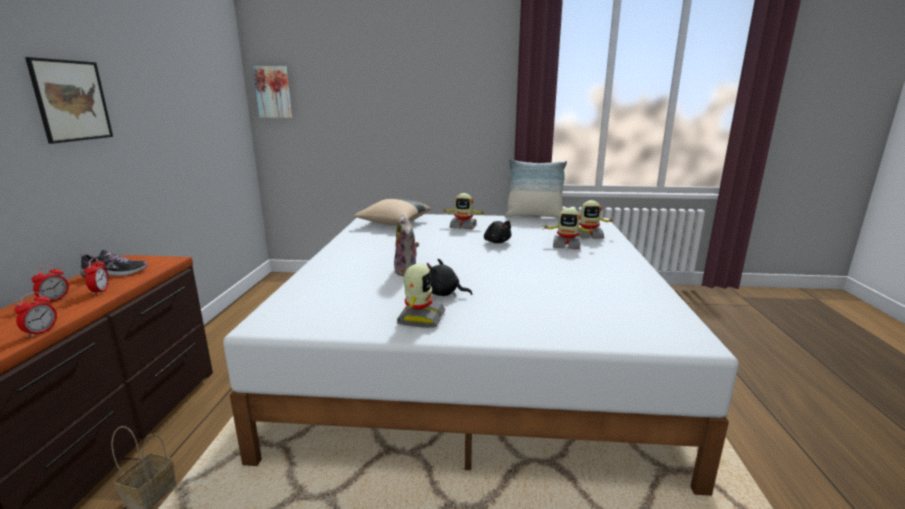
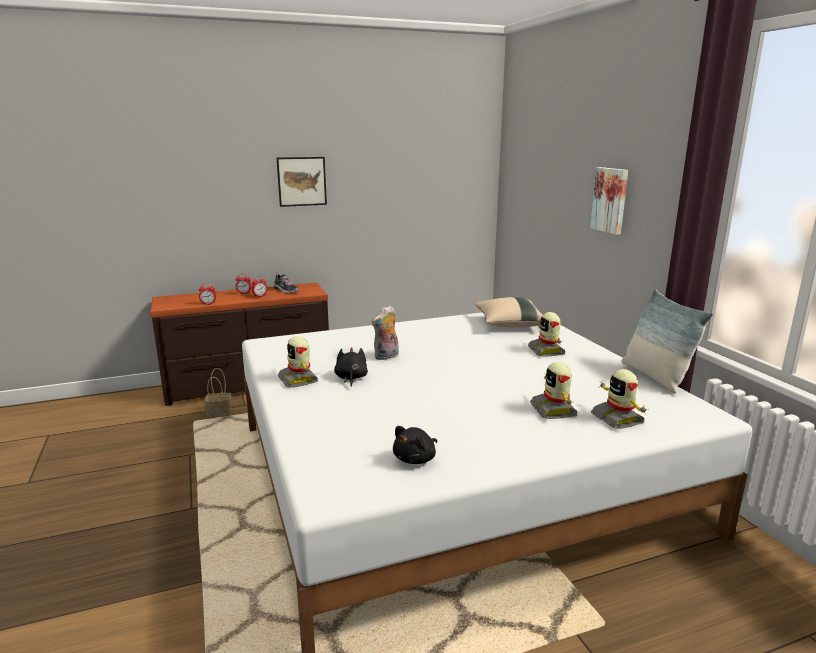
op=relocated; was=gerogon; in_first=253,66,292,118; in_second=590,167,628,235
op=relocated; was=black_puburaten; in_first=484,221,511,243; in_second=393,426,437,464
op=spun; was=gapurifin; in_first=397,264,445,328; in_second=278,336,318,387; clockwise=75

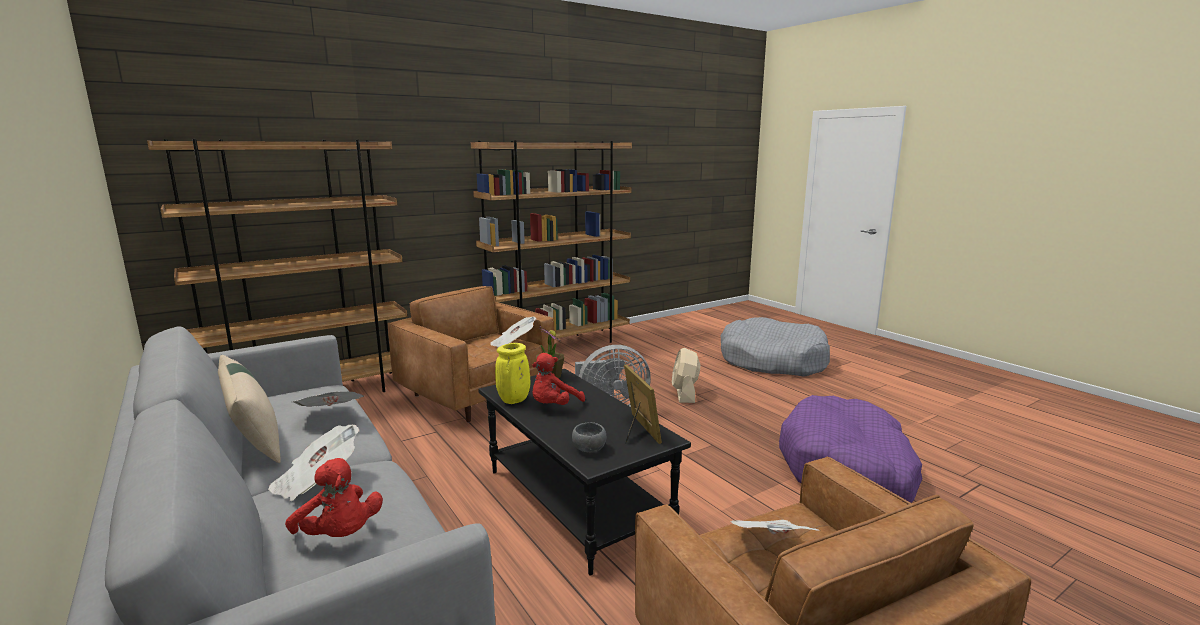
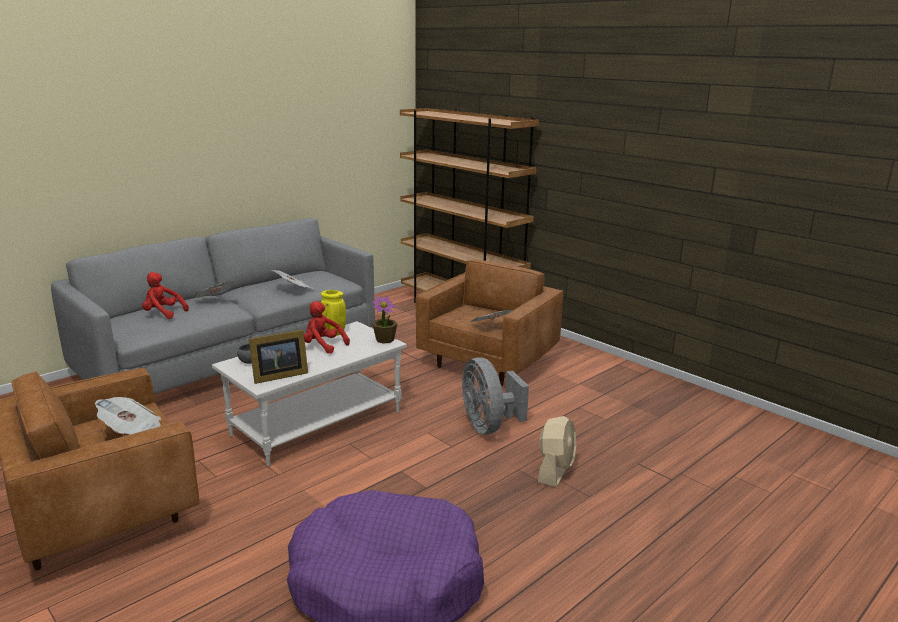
op=missing; was=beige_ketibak; in_first=218,355,281,463
op=missing; was=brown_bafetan; in_first=471,140,632,343
op=missing; was=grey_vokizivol; in_first=721,317,830,377
op=colour; was=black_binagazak; now=white_binagazak; in_first=478,369,691,576; in_second=212,321,407,467
op=spun; was=red_puburaten; in_first=285,458,383,537; in_second=142,272,189,319; clockwise=75
op=spun; was=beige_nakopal; in_first=672,348,700,403; in_second=538,416,576,487; clockwise=120

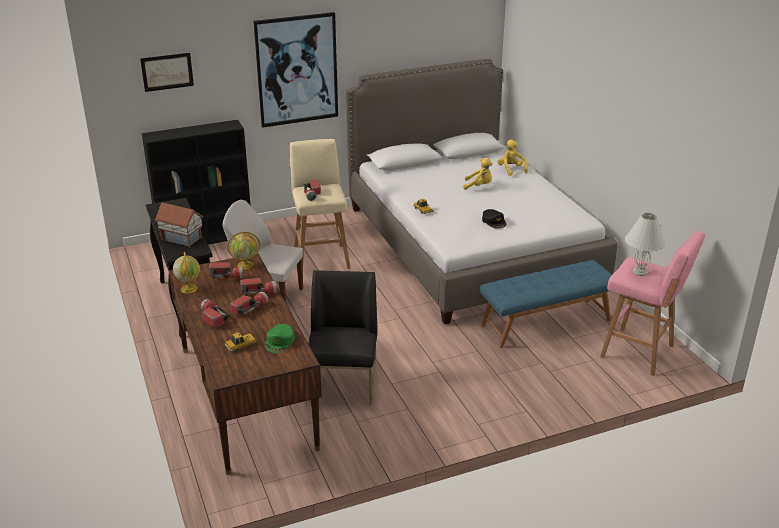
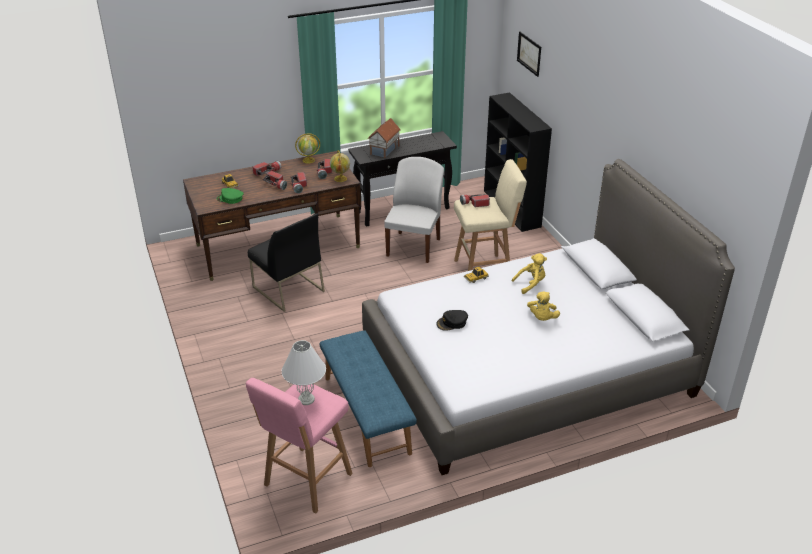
op=missing; was=gerogon; in_first=254,12,338,128
op=relocated; was=yellow_puburaten; in_first=497,140,528,176; in_second=512,253,547,294
op=spun; was=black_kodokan; in_first=308,270,378,404; in_second=248,214,325,312; clockwise=45

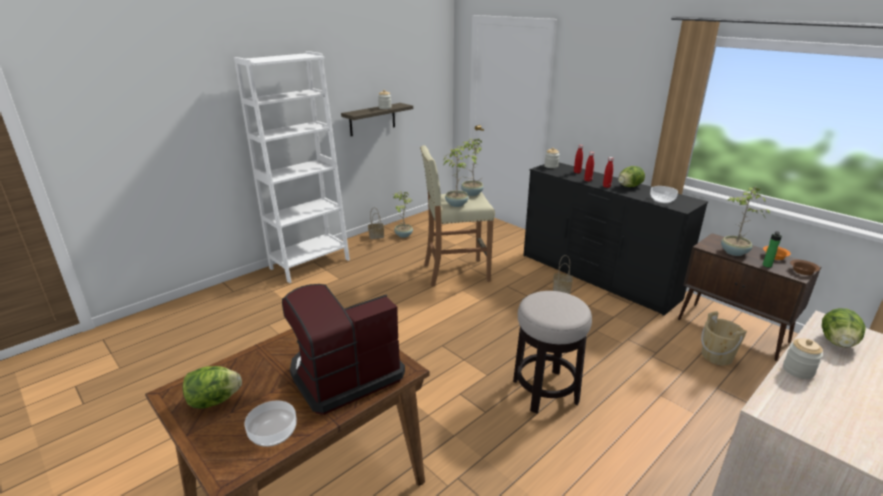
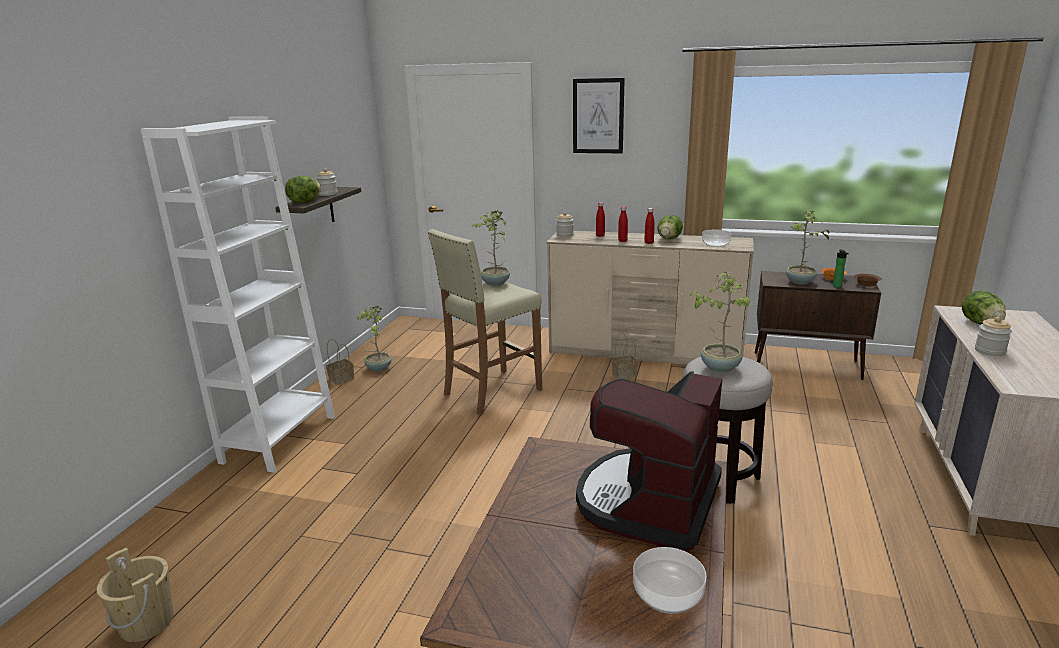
op=appeared; now=gerogon; in_second=573,78,625,153
op=relocated; was=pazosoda; in_first=183,366,242,409; in_second=285,176,321,203
op=relocated; was=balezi; in_first=442,146,474,207; in_second=690,272,752,373
op=relocated; was=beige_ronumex; in_first=701,311,747,365; in_second=96,548,174,642
op=colour; was=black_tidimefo; now=beige_tidimefo; in_first=523,162,708,316; in_second=547,231,754,365

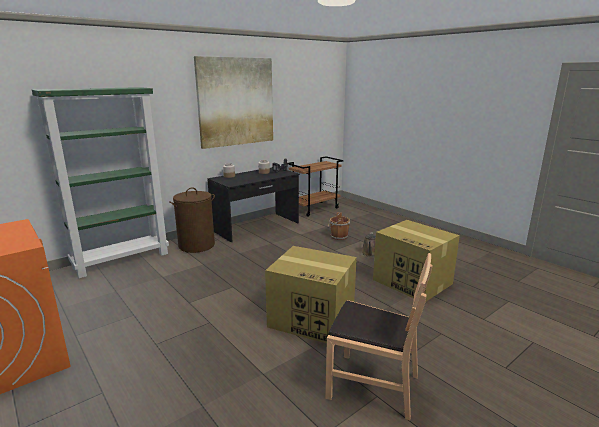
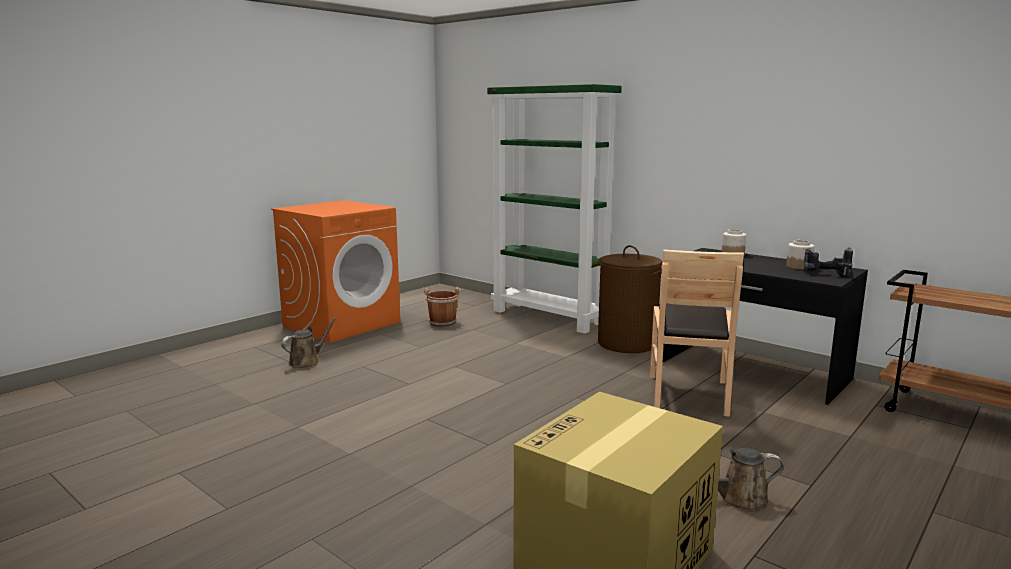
op=missing; was=gerogon; in_first=194,56,273,149
op=missing; was=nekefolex; in_first=265,246,357,343
op=appeared; now=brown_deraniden; in_second=281,317,337,368
op=relocated; was=brown_kodokan; in_first=325,253,432,421; in_second=650,249,744,417
op=relocated; was=brown_ronumex; in_first=328,212,350,240; in_second=424,287,459,327

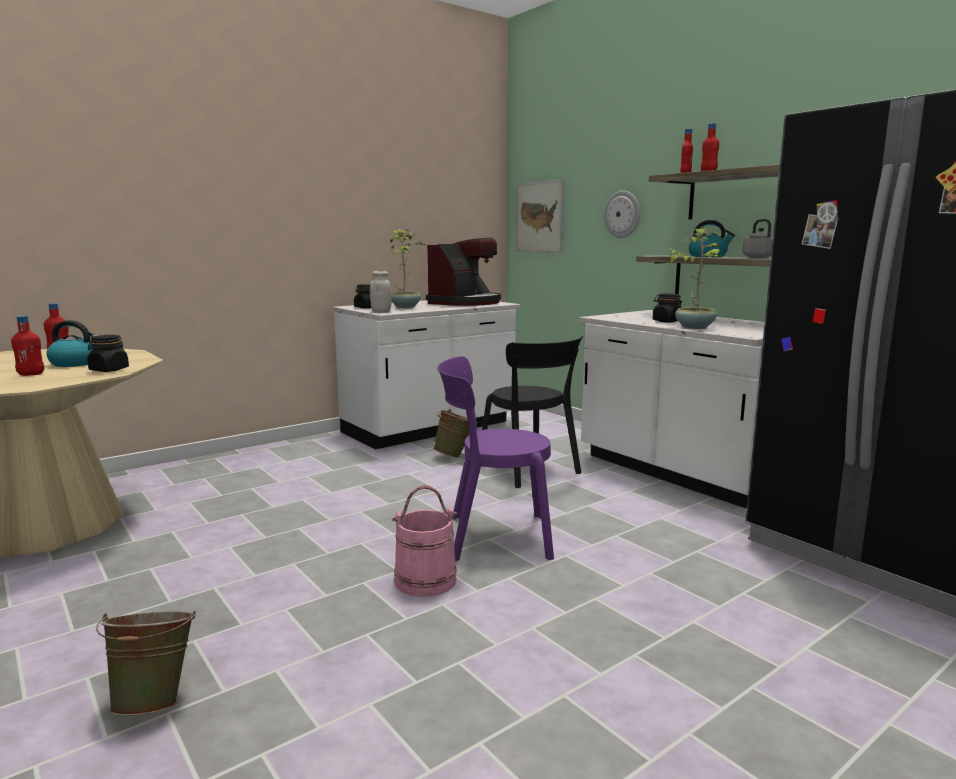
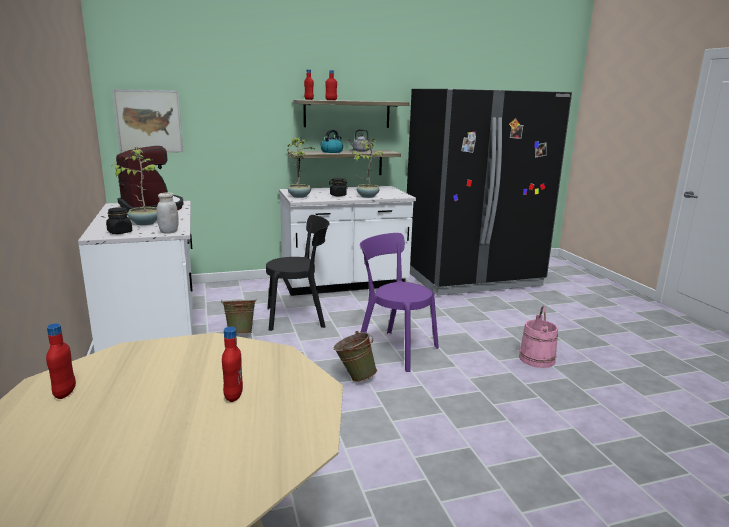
op=missing; was=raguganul; in_first=46,320,98,367
op=missing; was=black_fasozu; in_first=87,335,129,372
op=missing; was=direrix; in_first=604,190,640,238
op=appeared; now=balezi; in_second=287,137,314,198
op=relocated; was=green_ronumex; in_first=96,611,196,716; in_second=334,331,377,382
op=relocated; was=pink_ronumex; in_first=391,485,457,597; in_second=519,306,558,368
op=spun; was=purple_kodokan; in_first=437,356,554,561; in_second=360,233,439,372; clockwise=105

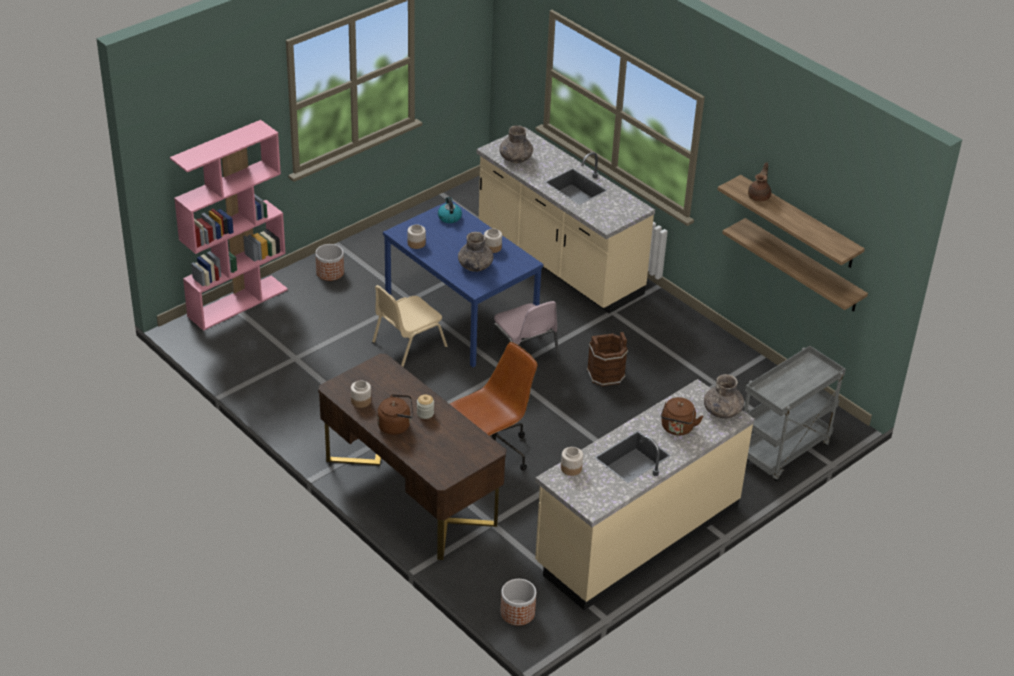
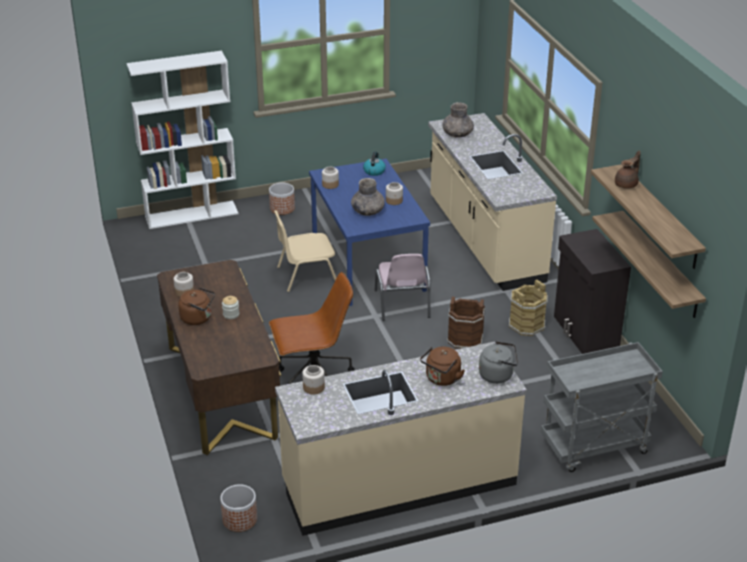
op=appeared; now=brown_ronumex; in_second=509,280,548,336
op=appeared; now=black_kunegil; in_second=554,229,631,354
op=exchanged; was=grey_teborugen; now=grey_raguganul; in_first=704,374,744,419; in_second=479,341,518,384
op=colour; was=pink_bafetan; now=white_bafetan; in_first=170,120,288,331; in_second=127,51,238,229

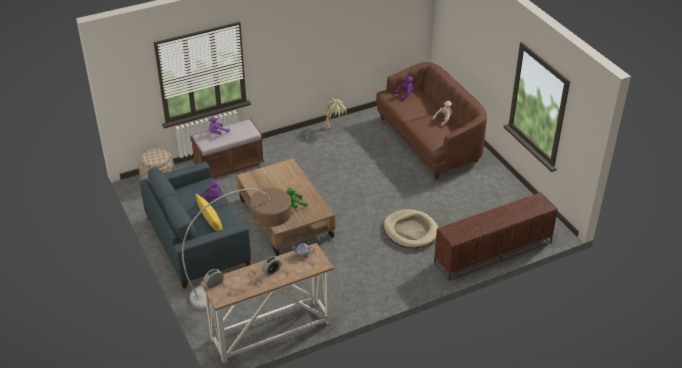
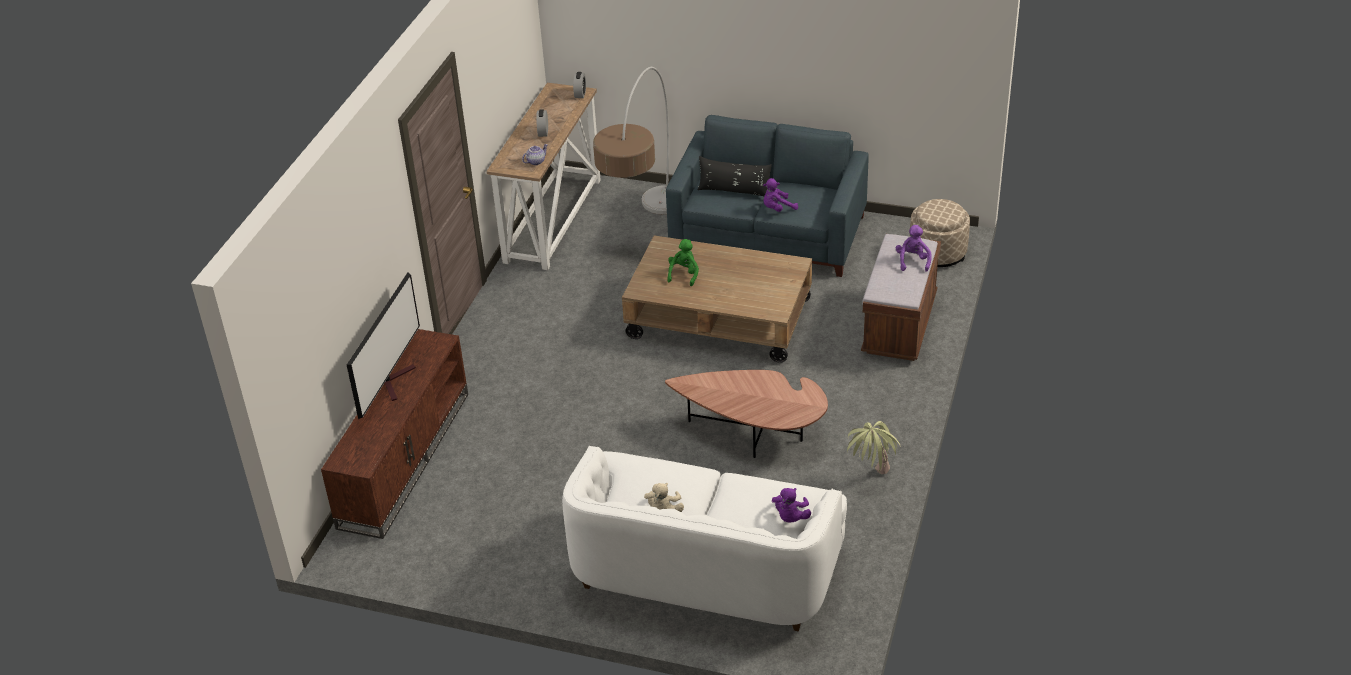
op=missing; was=beige_vokizivol; in_first=383,209,438,248
op=appeared; now=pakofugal; in_second=347,272,420,419
op=appeared; now=brown_binagazak; in_second=665,370,828,458
op=colour; was=yellow_ketibak; now=black_ketibak; in_first=196,194,223,231; in_second=697,156,772,196
op=colour; was=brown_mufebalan; now=white_mufebalan; in_first=376,62,487,180; in_second=562,446,847,632

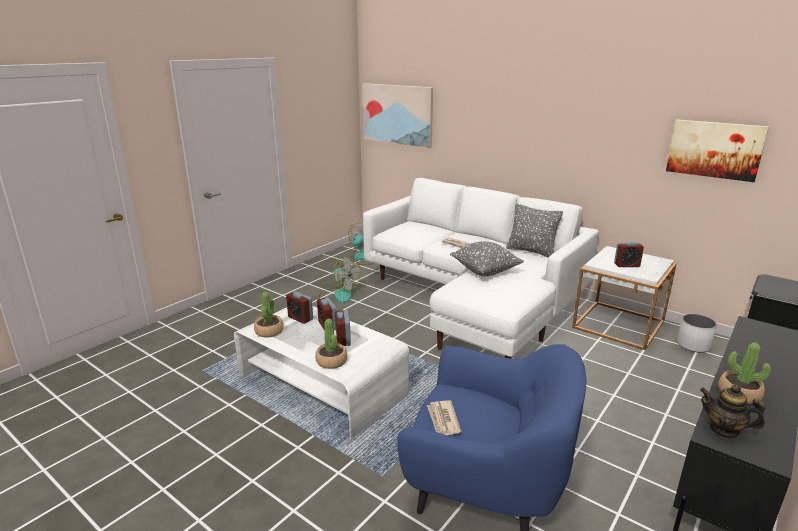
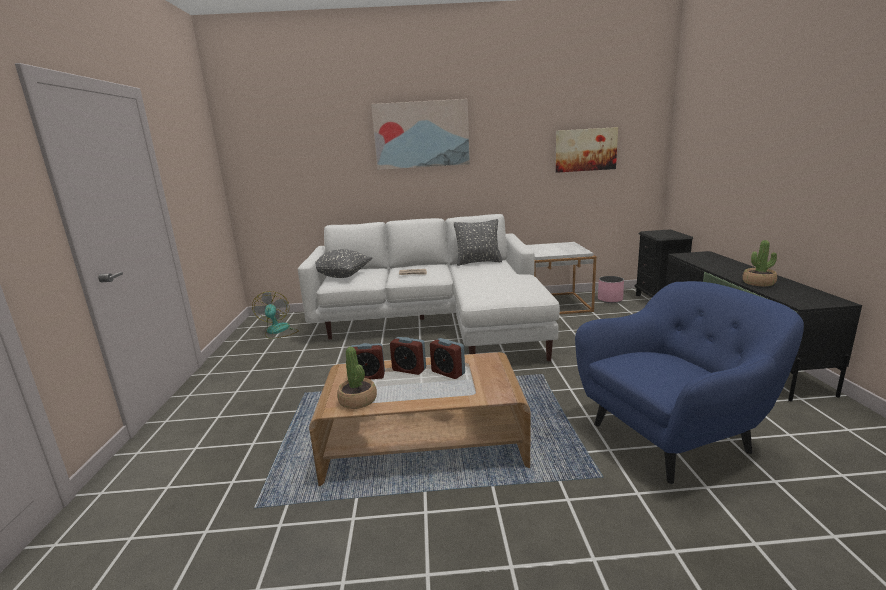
op=missing; was=balezi; in_first=315,319,348,369
op=missing; was=nakopal; in_first=319,256,361,303
op=missing; was=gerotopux; in_first=427,400,461,435
op=missing; was=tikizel; in_first=614,242,644,267
op=missing; was=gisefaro; in_first=700,385,765,439
op=relocated; was=gerogon; in_first=362,83,433,148; in_second=371,99,470,170
op=relocated; was=grey_ketibak; in_first=450,242,524,276; in_second=315,249,372,278
op=colour; was=white_binagazak; now=brown_binagazak; in_first=234,306,409,440; in_second=309,352,530,486
op=colour; was=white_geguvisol; now=pink_geguvisol; in_first=677,314,717,353; in_second=598,276,624,303

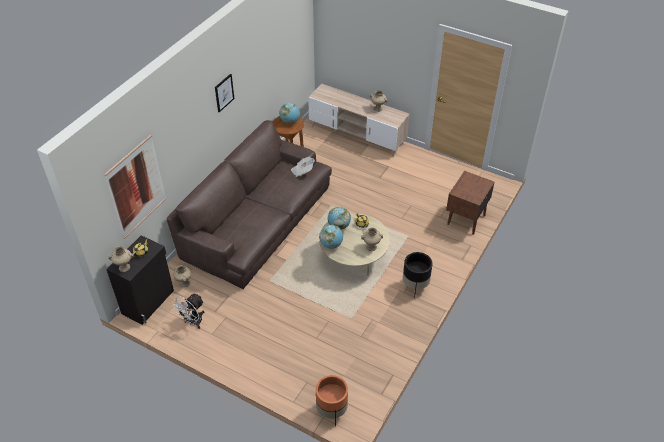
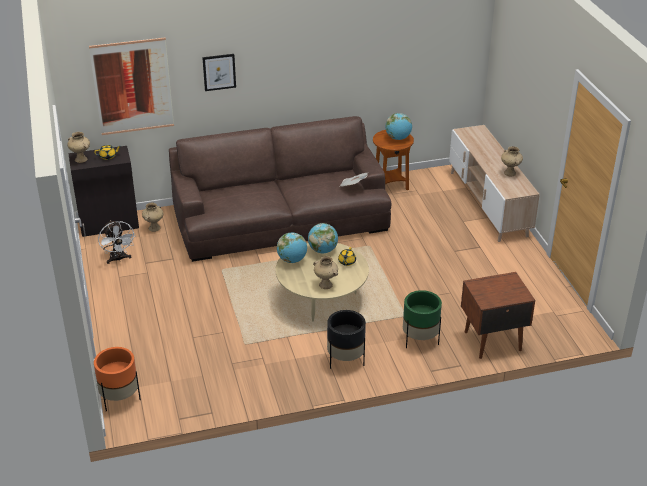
op=appeared; now=green_geguvisol; in_second=403,290,442,348
op=relocated; was=gerogon; in_first=215,74,234,112; in_second=202,54,236,91
op=spun; was=white_nakopal; in_first=172,294,205,329; in_second=98,220,135,264; clockwise=-105

